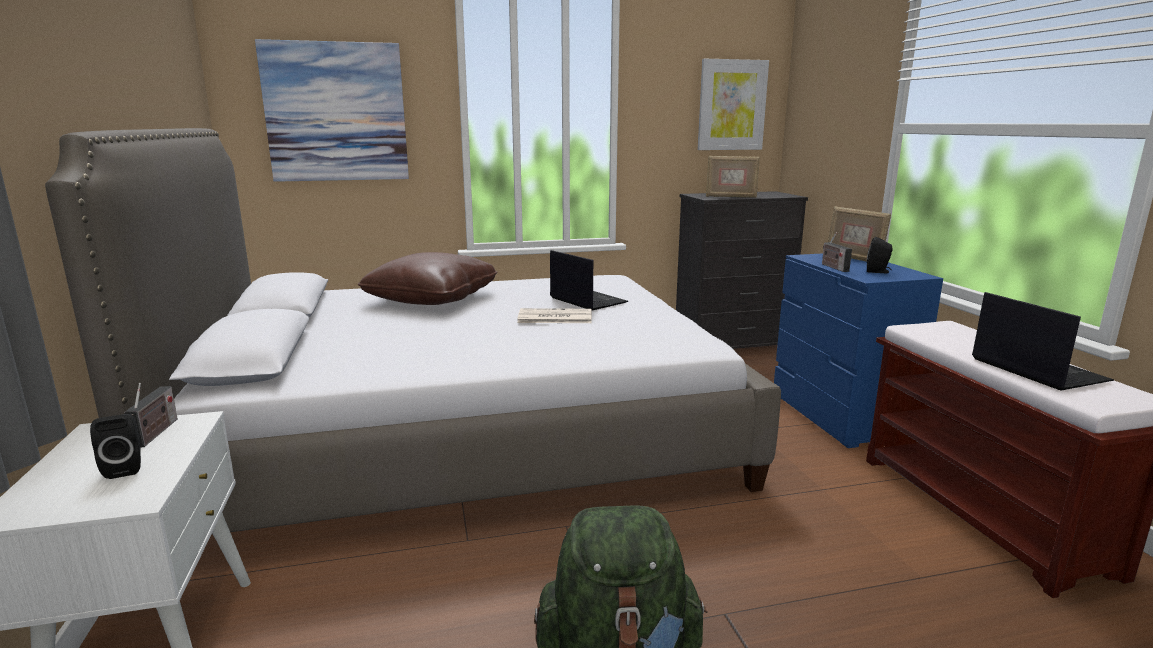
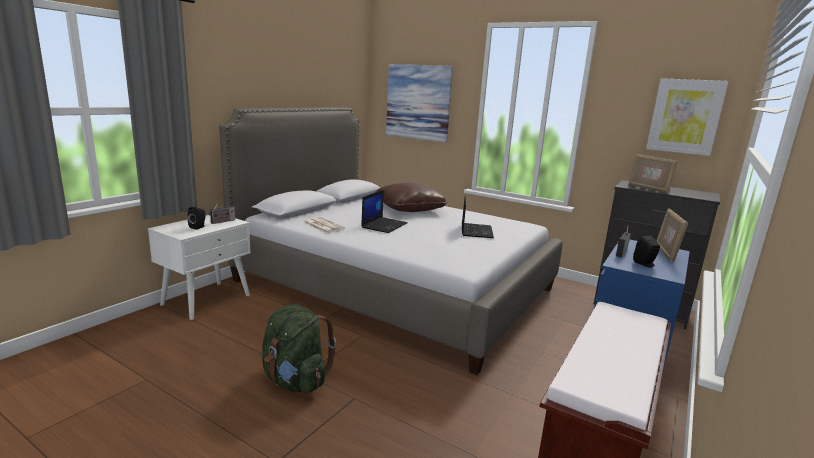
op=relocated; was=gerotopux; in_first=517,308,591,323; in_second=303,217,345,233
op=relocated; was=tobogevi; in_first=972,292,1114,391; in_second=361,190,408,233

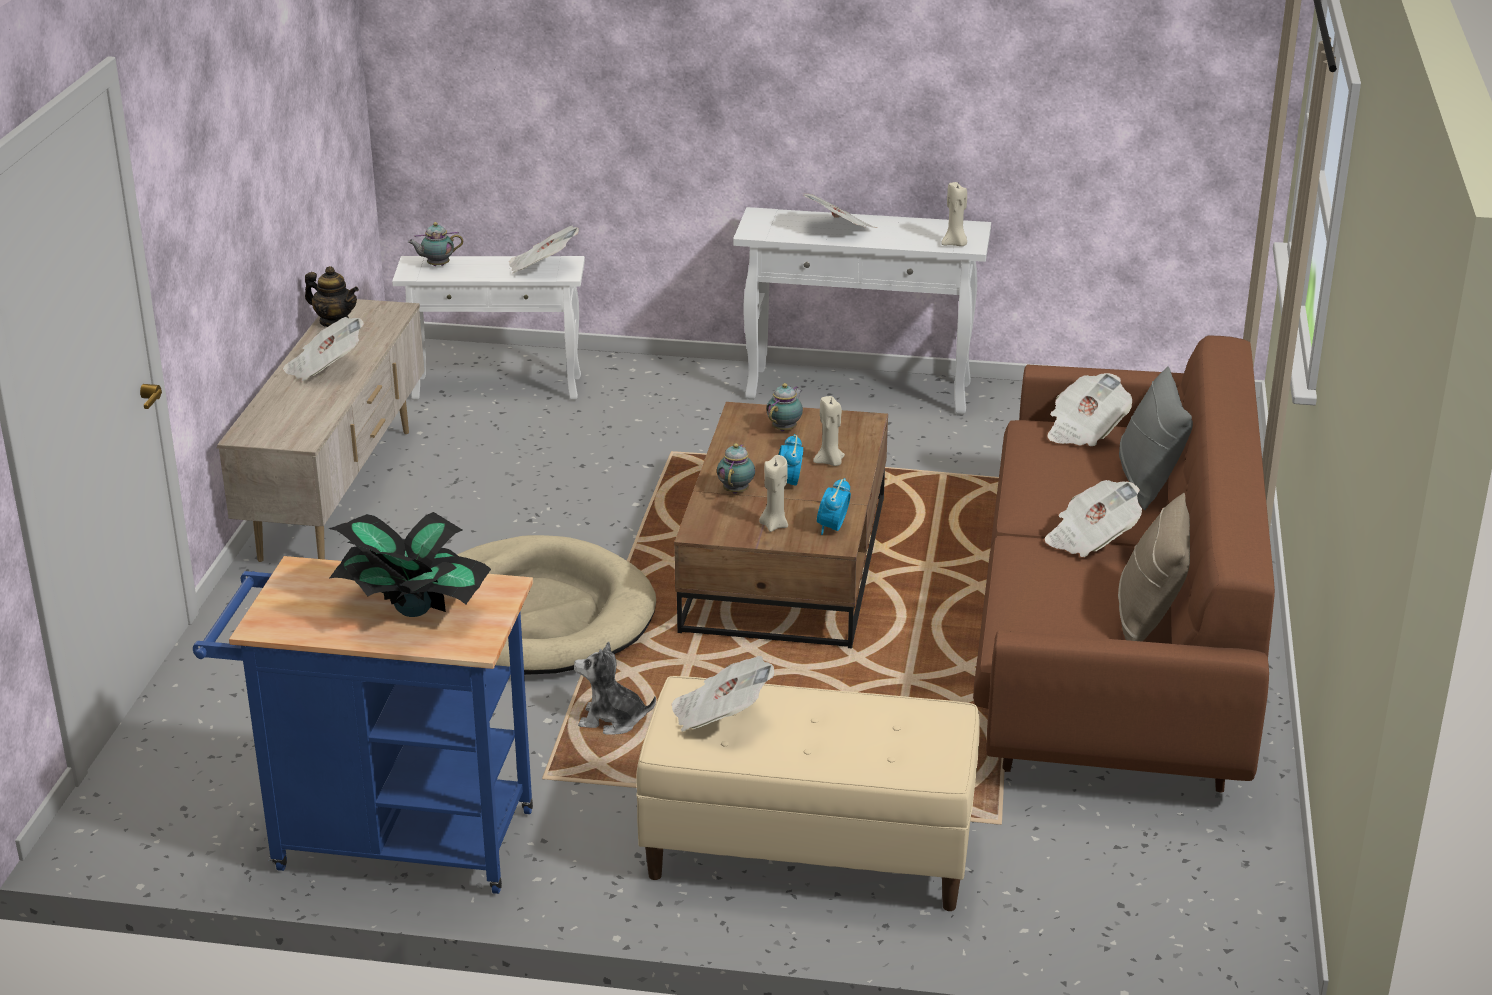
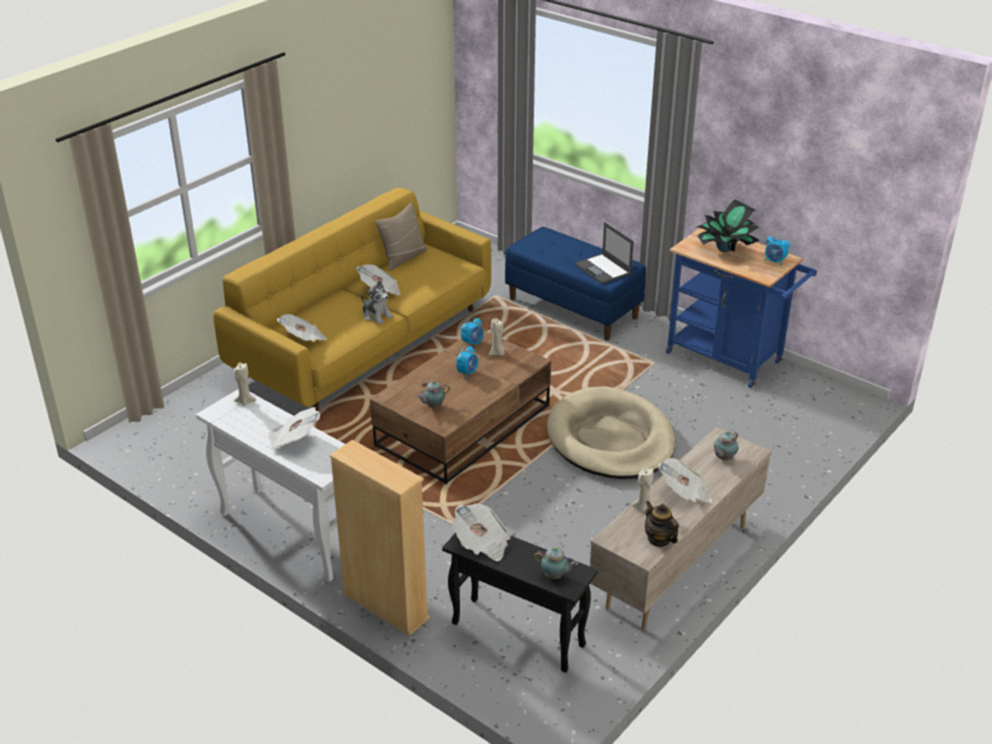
op=missing; was=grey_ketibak; in_first=1119,366,1193,510
op=appeared; now=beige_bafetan; in_second=329,440,430,636
op=appeared; now=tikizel; in_second=764,234,790,266
op=relocated; was=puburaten; in_first=574,641,656,735; in_second=360,280,393,324
op=relocated; was=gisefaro; in_first=717,443,755,494; in_second=714,431,738,460
op=relocated; was=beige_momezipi; in_first=813,396,845,466; in_second=631,467,655,512
op=exchanged; was=gerotopux; now=tobogevi; in_first=671,656,775,732; in_second=574,222,634,284
op=colour; was=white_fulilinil; now=black_fulilinil; in_first=392,256,585,400; in_second=442,533,598,673
op=colour; was=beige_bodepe; now=blue_bodepe; in_first=636,676,980,911; in_second=505,227,646,340
op=colour; was=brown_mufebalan; now=yellow_mufebalan; in_first=973,335,1275,793; in_second=213,188,491,411

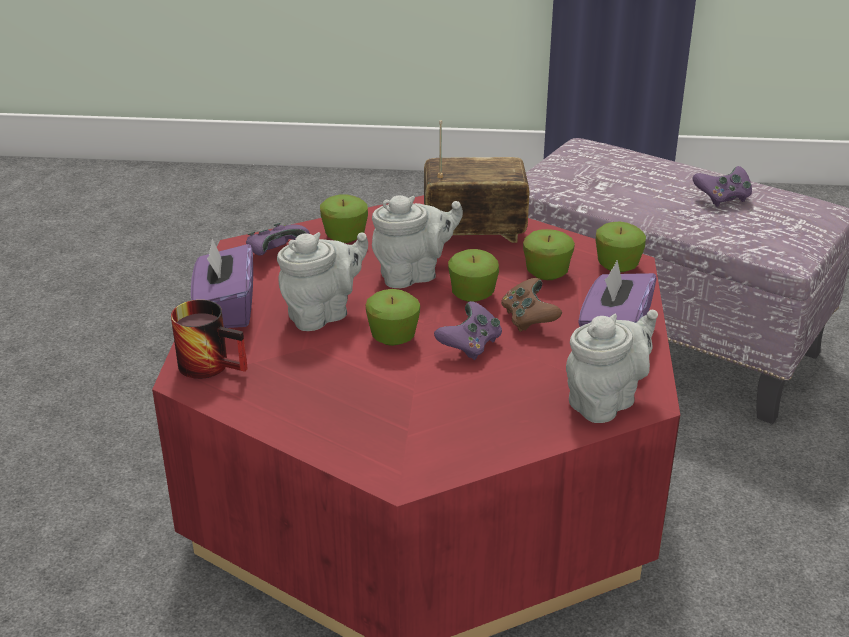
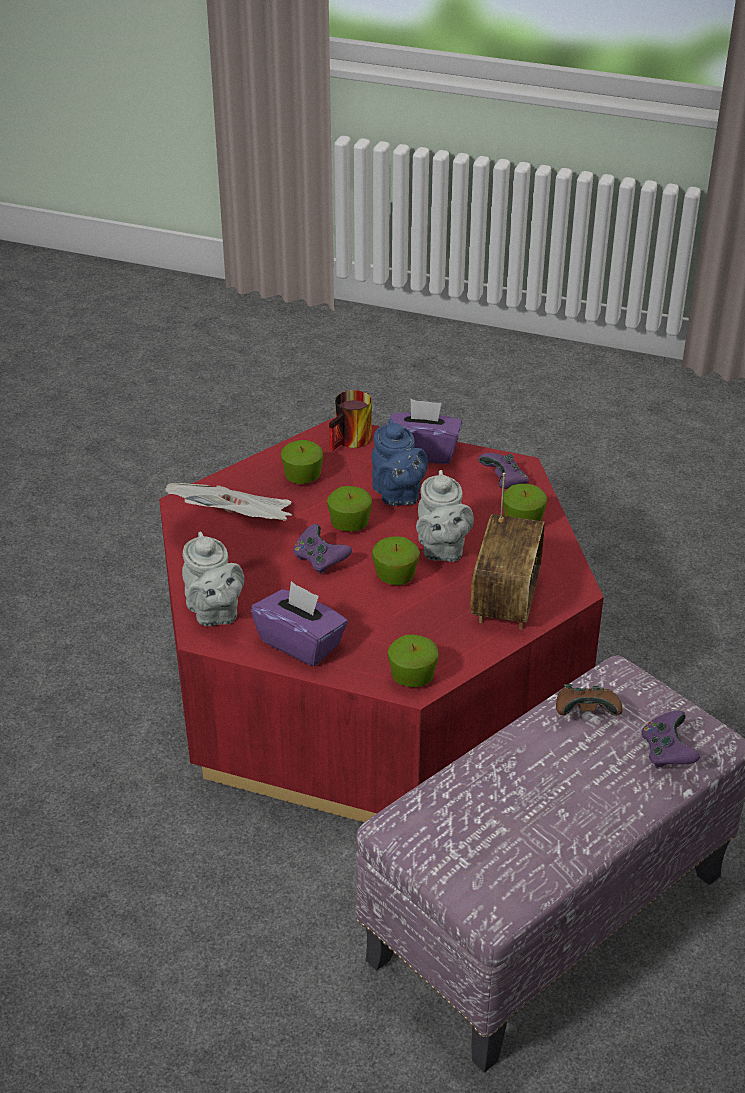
op=appeared; now=gerotopux; in_second=166,483,292,521
op=relocated; was=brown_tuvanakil; in_first=501,278,562,332; in_second=556,684,623,716
op=relocated; was=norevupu; in_first=523,229,575,280; in_second=281,440,323,484
op=relocated; was=purple_tuvanakil; in_first=693,166,752,207; in_second=642,711,700,768
op=colour; was=grey_gisefaro; now=blue_gisefaro; in_first=277,232,368,331; in_second=371,419,428,506

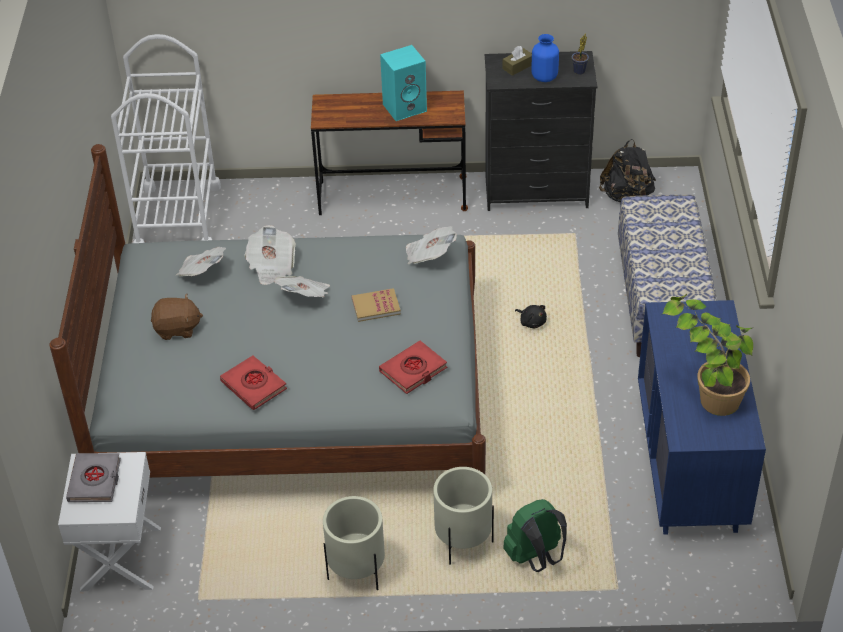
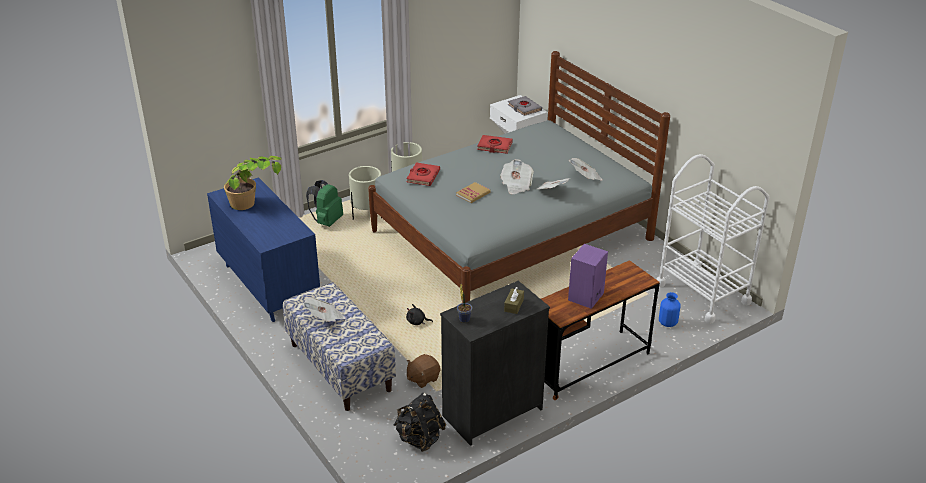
op=relocated; was=brown_puburaten; in_first=151,294,203,340; in_second=407,354,440,388
op=relocated; was=gerotopux; in_first=406,226,457,264; in_second=302,297,346,322
op=relocated; was=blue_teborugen; in_first=531,34,559,82; in_second=659,292,681,327
op=colour; was=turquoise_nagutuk; now=purple_nagutuk; in_first=380,45,427,121; in_second=568,244,608,309

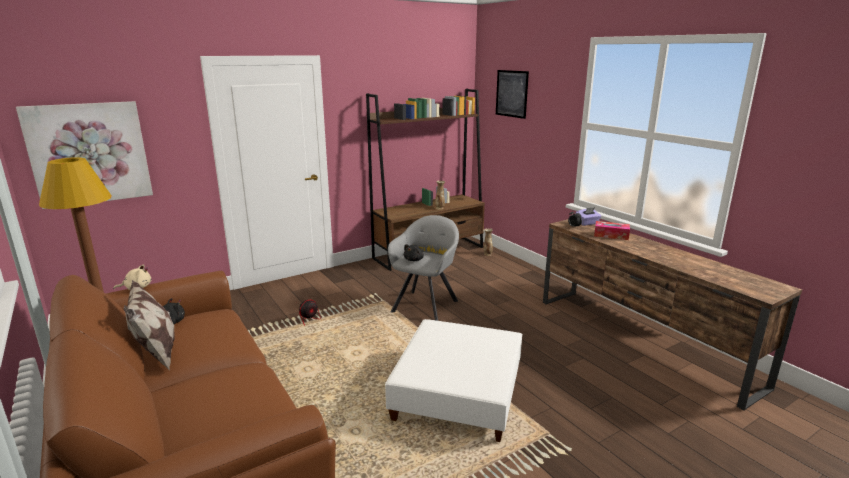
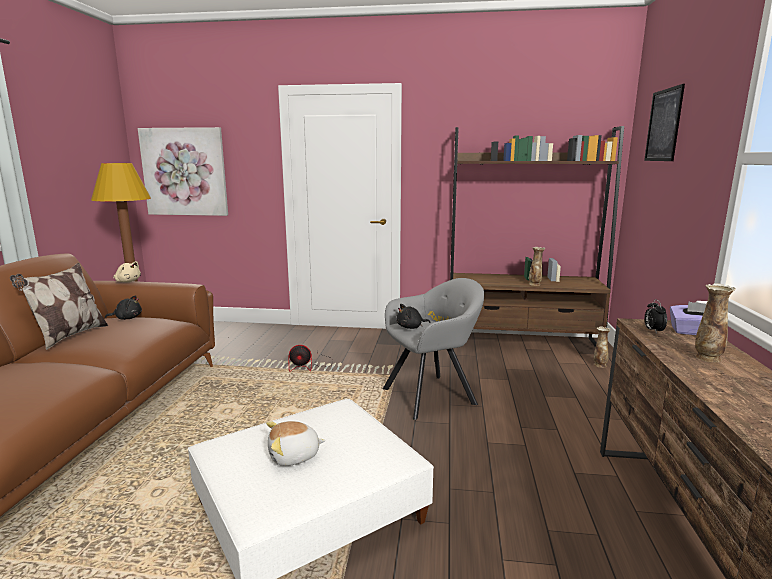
op=appeared; now=puburaten; in_second=266,421,326,466
op=exchanged; was=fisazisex; now=teborugen; in_first=594,221,630,240; in_second=695,283,736,362

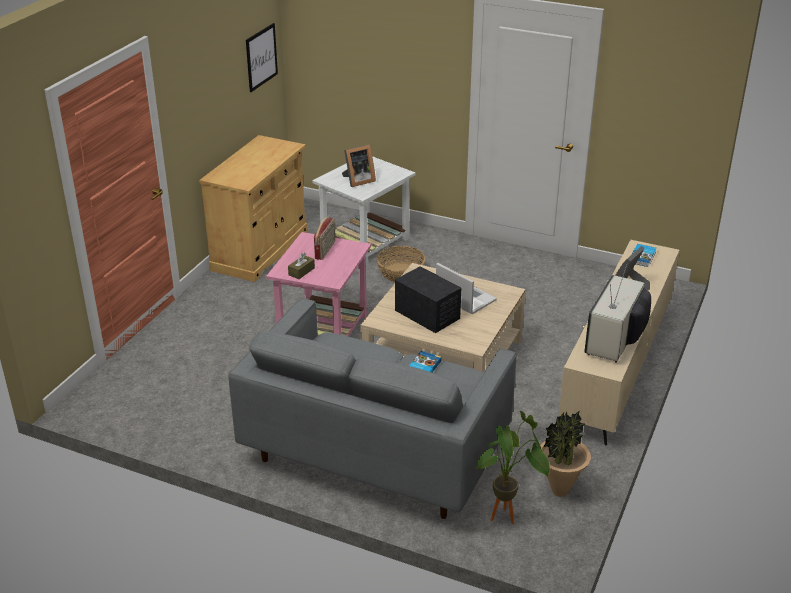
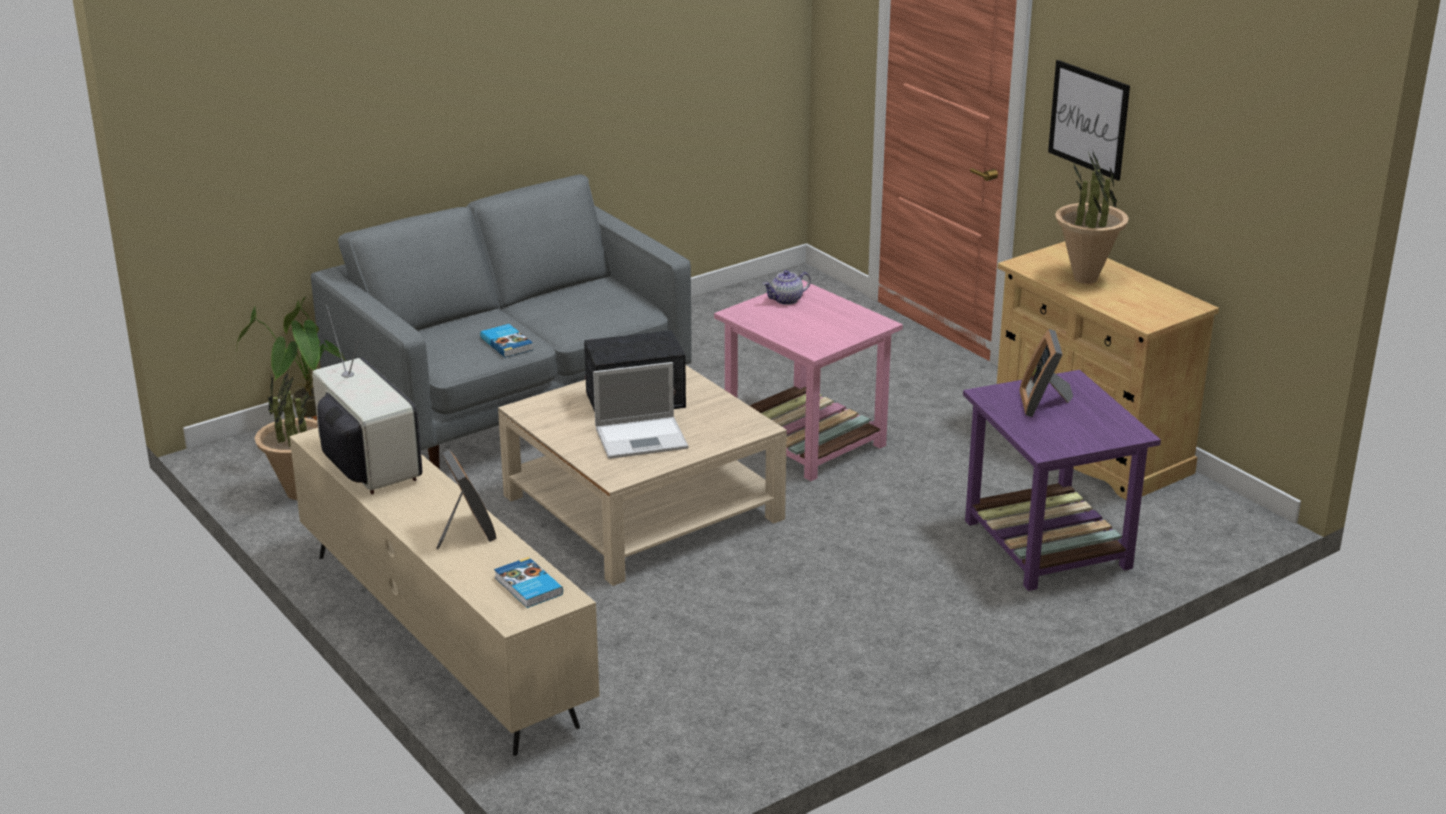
op=missing; was=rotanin; in_first=314,217,335,260
op=missing; was=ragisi; in_first=377,246,426,282
op=appeared; now=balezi; in_second=1055,149,1129,284
op=relocated; was=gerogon; in_first=246,23,278,92; in_second=1048,60,1130,181
op=exchanged; was=brown_fisazisex; now=gisefaro; in_first=288,253,315,279; in_second=763,270,811,305
op=colour; was=white_fulilinil; now=purple_fulilinil; in_first=312,156,415,264; in_second=963,370,1161,591

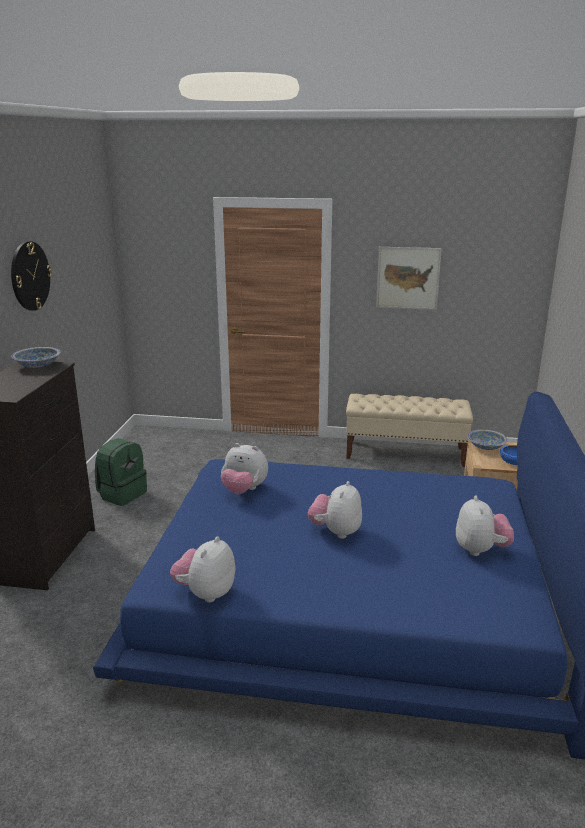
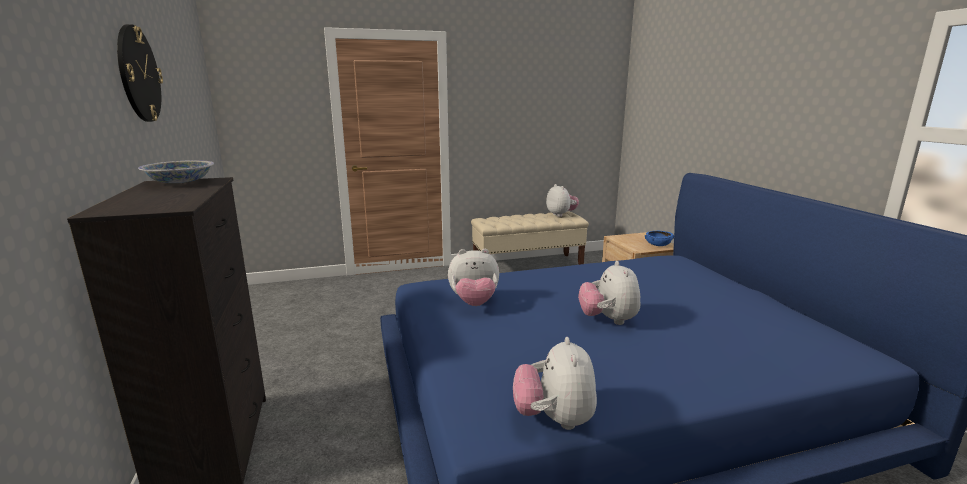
op=missing; was=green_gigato; in_first=95,438,147,506
op=missing; was=gerogon; in_first=376,247,442,310
op=missing; was=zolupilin; in_first=467,430,508,450
op=relocated; was=puburaten; in_first=456,496,514,556; in_second=546,184,579,217

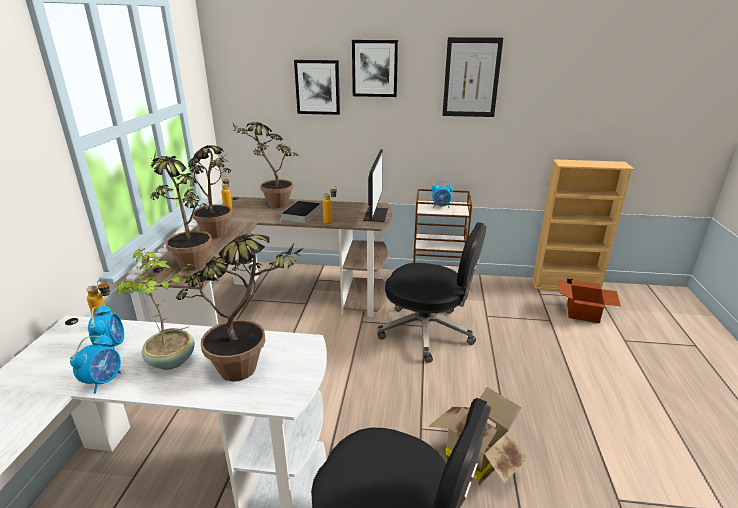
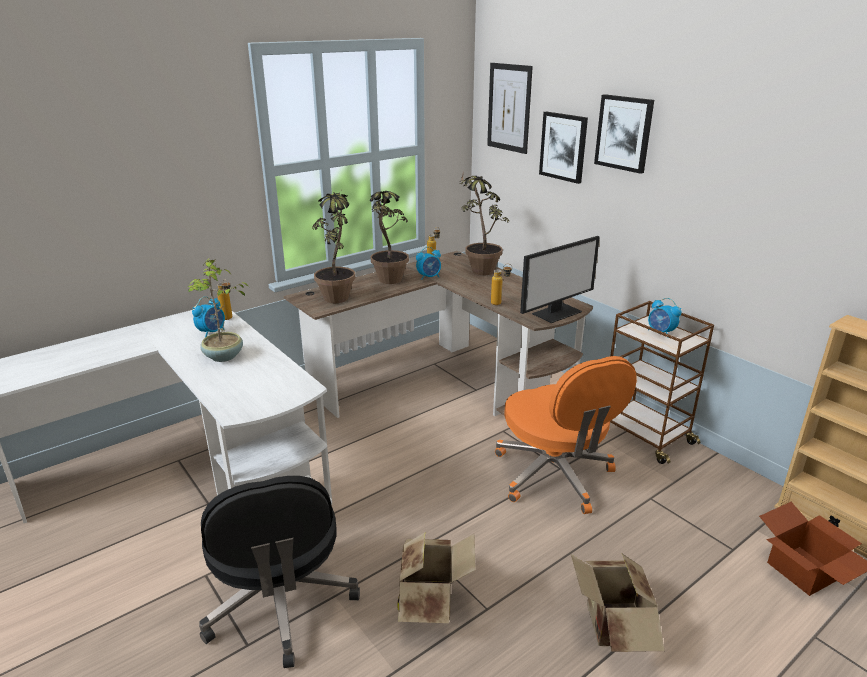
op=missing; was=balezi; in_first=176,234,303,381
op=missing; was=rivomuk; in_first=279,201,321,223
op=appeared; now=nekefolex; in_second=571,554,665,652
op=relocated; was=tikizel; in_first=70,334,121,394; in_second=416,247,441,280
op=relocated; was=gerogon; in_first=443,37,503,117; in_second=487,63,533,154
op=colour; was=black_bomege; now=orange_bomege; in_first=378,222,486,363; in_second=495,356,637,514

